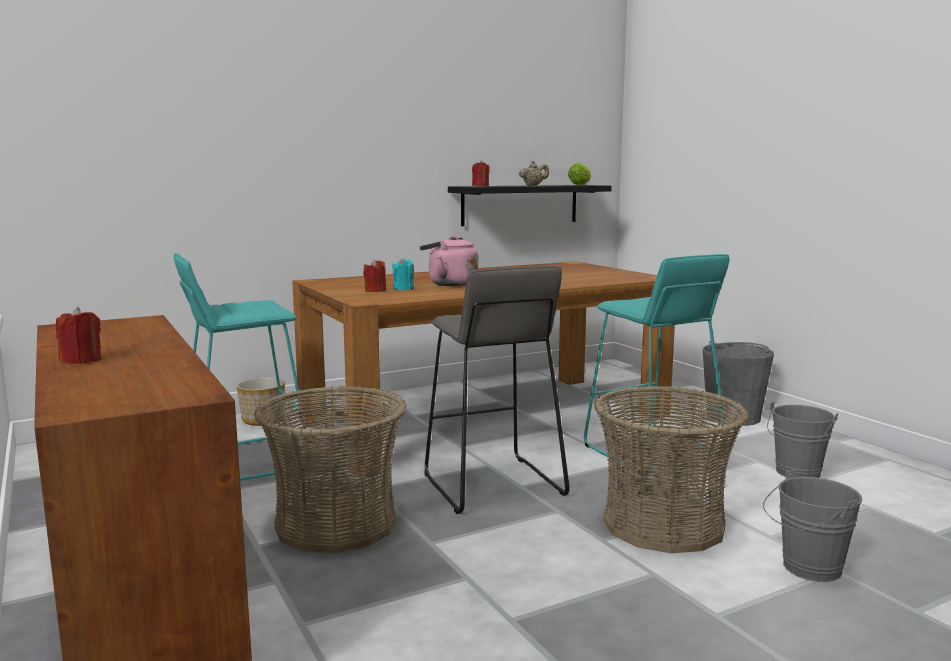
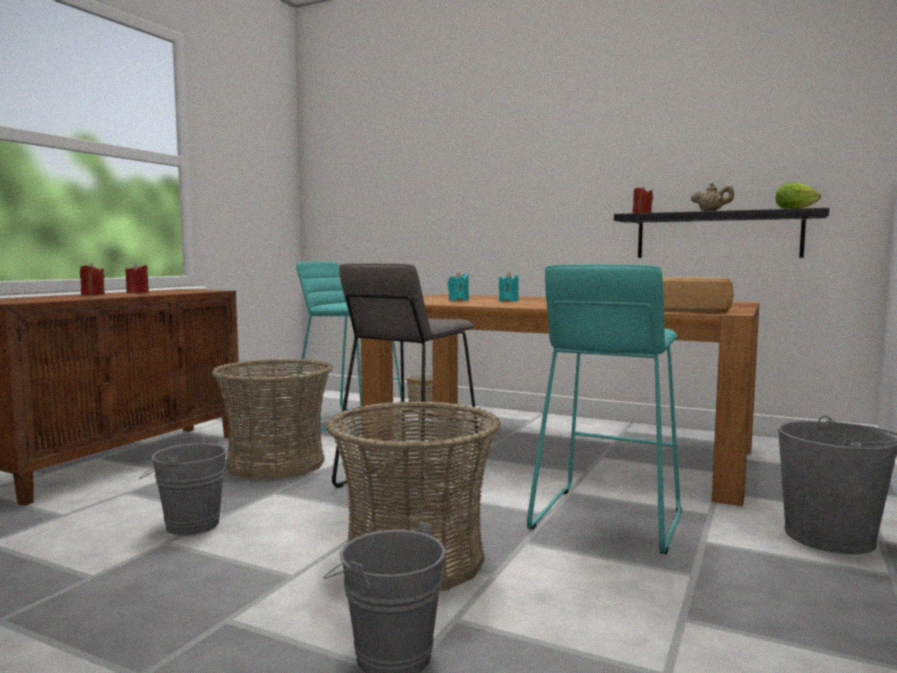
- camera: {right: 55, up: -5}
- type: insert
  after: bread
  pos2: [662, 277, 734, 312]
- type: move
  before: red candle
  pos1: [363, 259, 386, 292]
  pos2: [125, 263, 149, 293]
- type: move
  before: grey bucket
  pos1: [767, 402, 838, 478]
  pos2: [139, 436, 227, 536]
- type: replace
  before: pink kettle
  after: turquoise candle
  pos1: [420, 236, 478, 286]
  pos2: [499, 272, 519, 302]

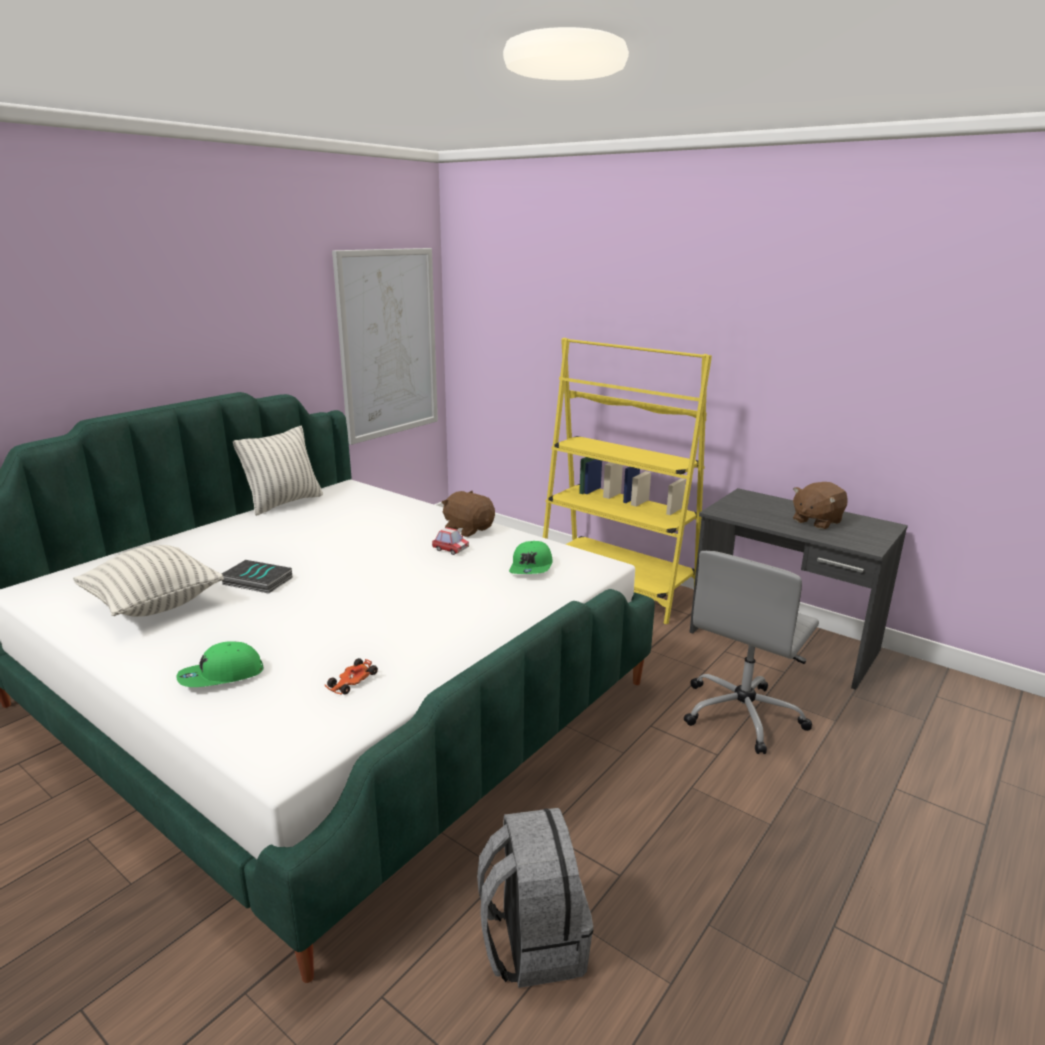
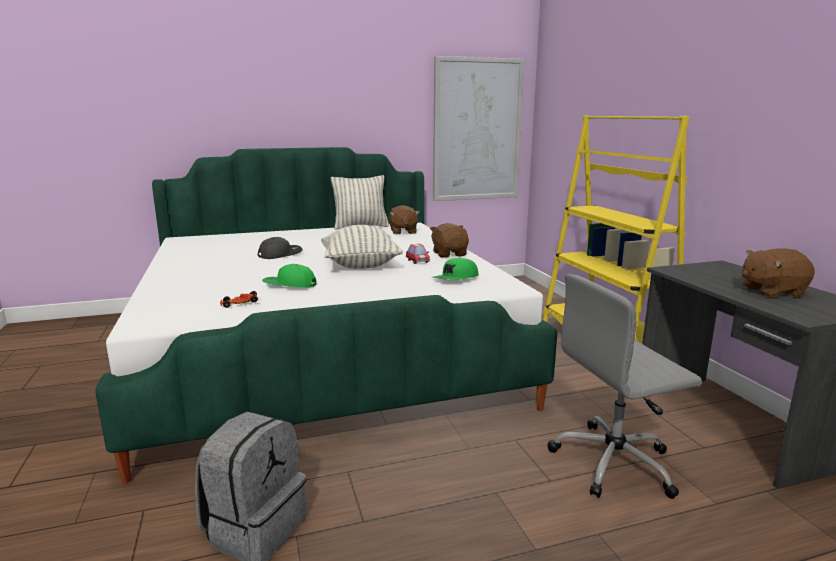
- camera: {right: 35, up: -5}
- type: insert
  after: brown plush toy
  pos2: [389, 205, 420, 234]
- type: move
  before: pillow
  pos1: [73, 545, 224, 617]
  pos2: [321, 225, 403, 269]
- type: move
  before: green cap
  pos1: [176, 641, 264, 687]
  pos2: [262, 264, 317, 287]
- type: replace
  before: book
  after: grey cap
  pos1: [222, 560, 292, 594]
  pos2: [258, 237, 302, 259]

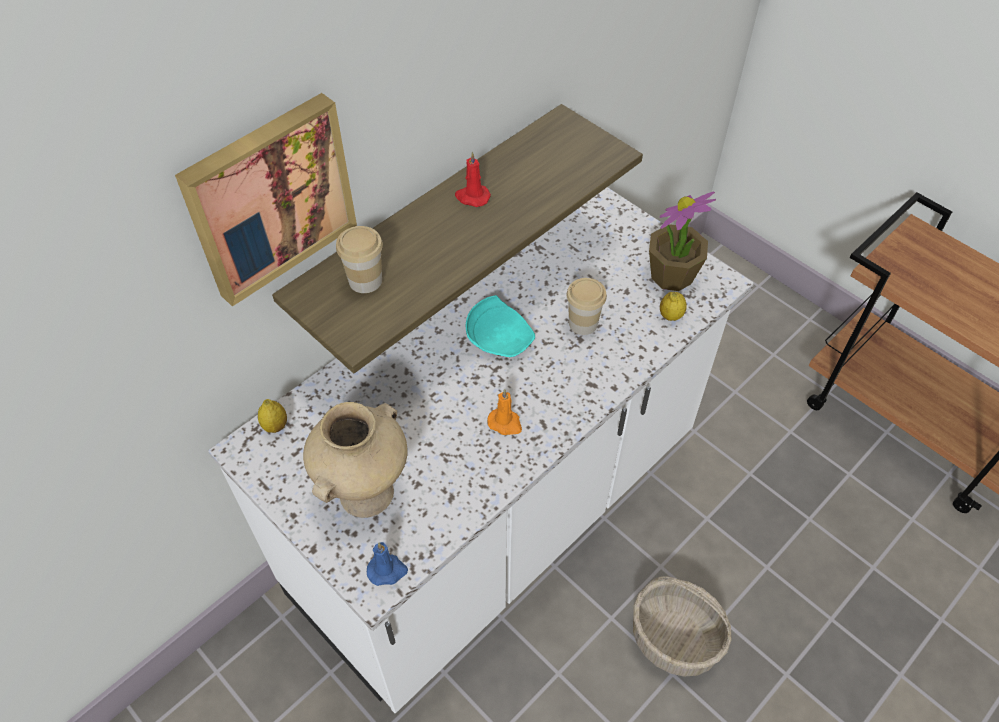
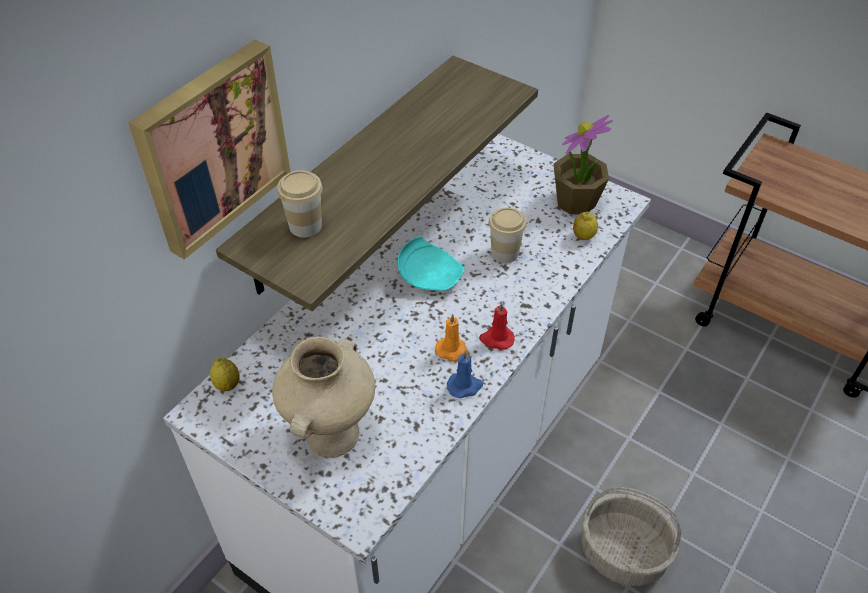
- camera: {right: -10, up: -5}
- type: move
  before: blue candle
  pos1: [367, 542, 408, 586]
  pos2: [447, 350, 483, 398]
- type: move
  before: red candle
  pos1: [455, 152, 491, 207]
  pos2: [479, 302, 515, 350]

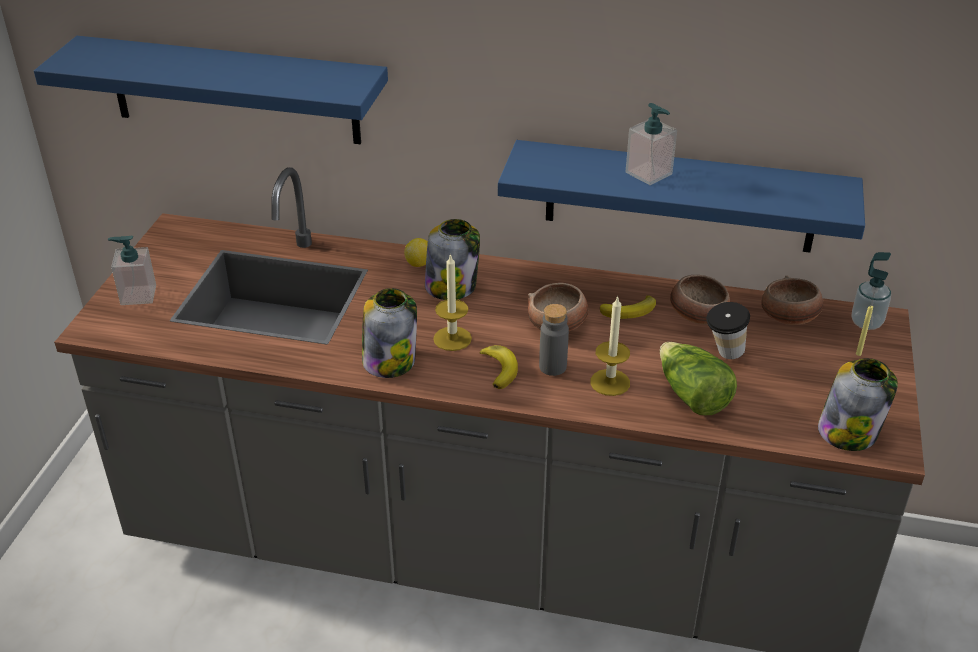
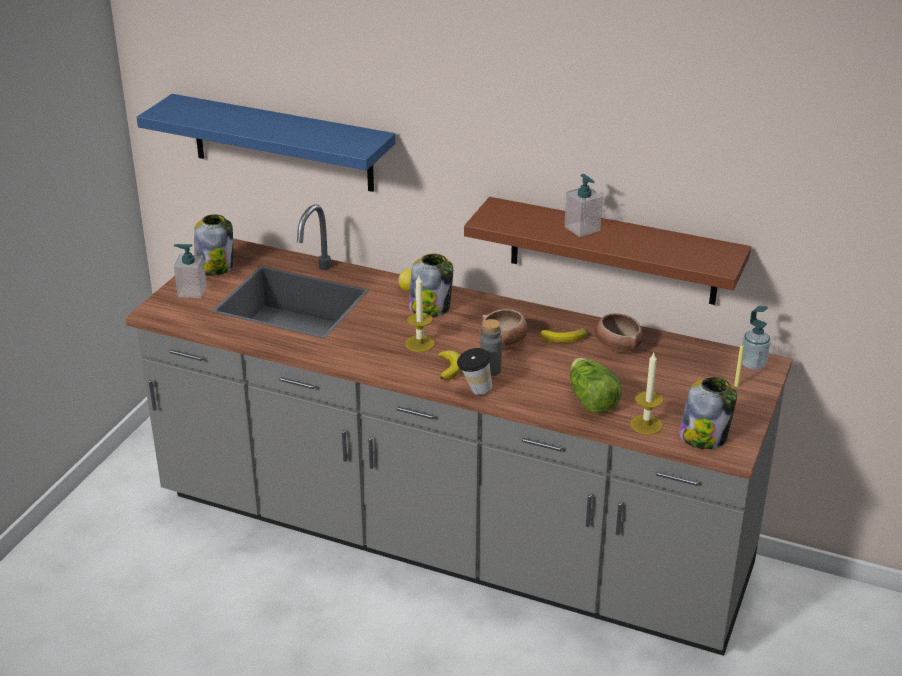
- camera: {right: 10, up: -5}
- type: delete
  before: bowl
  pos1: [761, 276, 823, 325]
- type: move
  before: jar
  pos1: [362, 288, 417, 378]
  pos2: [194, 214, 233, 276]
- type: move
  before: candle
  pos1: [590, 296, 630, 396]
  pos2: [630, 353, 663, 435]
- type: move
  before: cup
  pos1: [706, 302, 750, 359]
  pos2: [457, 348, 492, 395]
- type: recolor
  before: blue shelf
  after: brown shelf
  pos1: [498, 140, 865, 253]
  pos2: [464, 197, 751, 305]

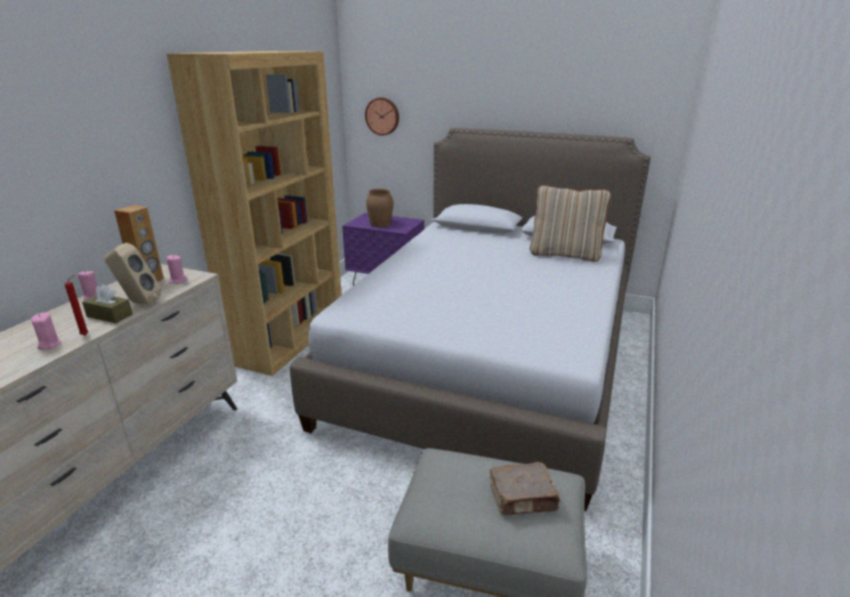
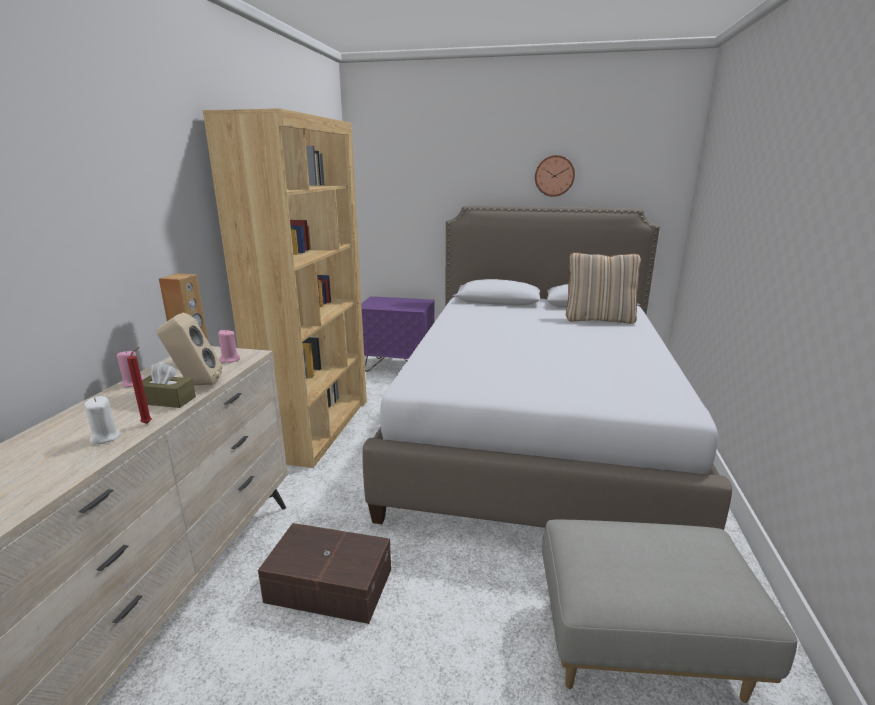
- camera: {right: -10, up: -5}
- type: delete
  before: brown vase
  pos1: [366, 189, 394, 227]
- type: delete
  before: brown book
  pos1: [489, 462, 561, 515]
- type: insert
  after: brown storage box
  pos2: [258, 523, 391, 624]
- type: move
  before: wall clock
  pos1: [365, 98, 399, 136]
  pos2: [535, 155, 575, 197]
- type: recolor
  before: pink candle
  after: white candle
  pos1: [31, 312, 61, 350]
  pos2: [84, 396, 120, 444]

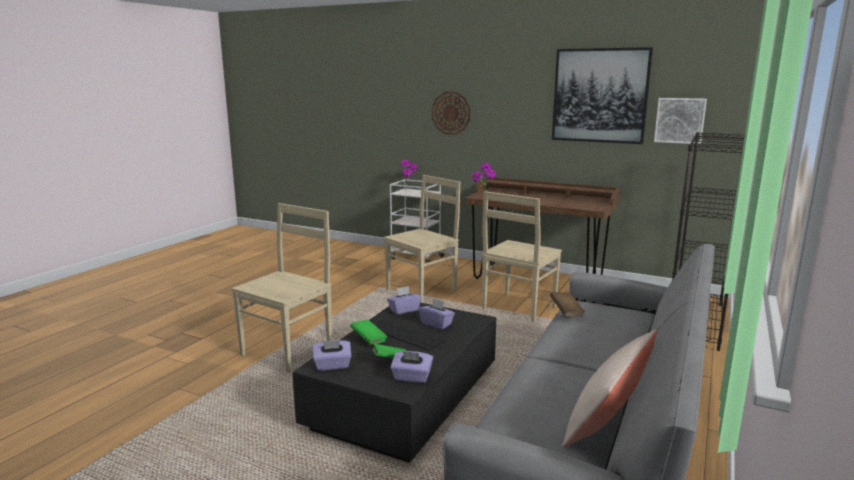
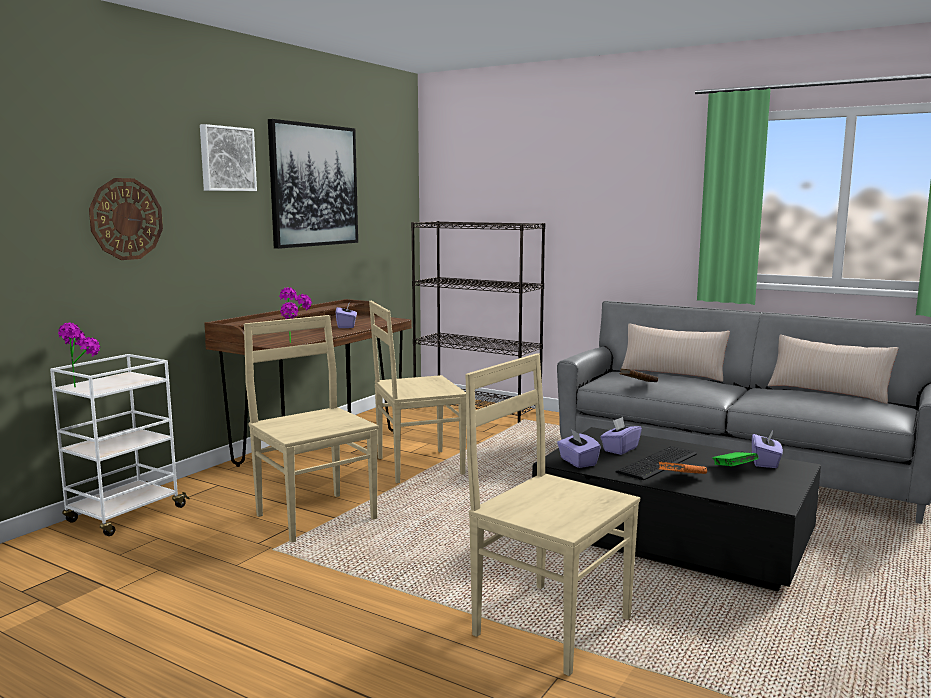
- camera: {right: -85, up: -5}
- type: insert
  after: beige pillow
  pos2: [620, 323, 730, 382]
- type: move
  before: purple tissue box
  pos1: [313, 340, 351, 371]
  pos2: [336, 302, 357, 328]
- type: move
  before: picture
  pos1: [654, 98, 707, 144]
  pos2: [200, 124, 257, 191]
- type: recolor
  before: green book
  after: orange book
  pos1: [350, 319, 388, 345]
  pos2: [658, 461, 707, 474]
- type: rotate
  before: beige chair
  pos1: [482, 191, 562, 323]
  pos2: [369, 301, 466, 483]
  turn: 120

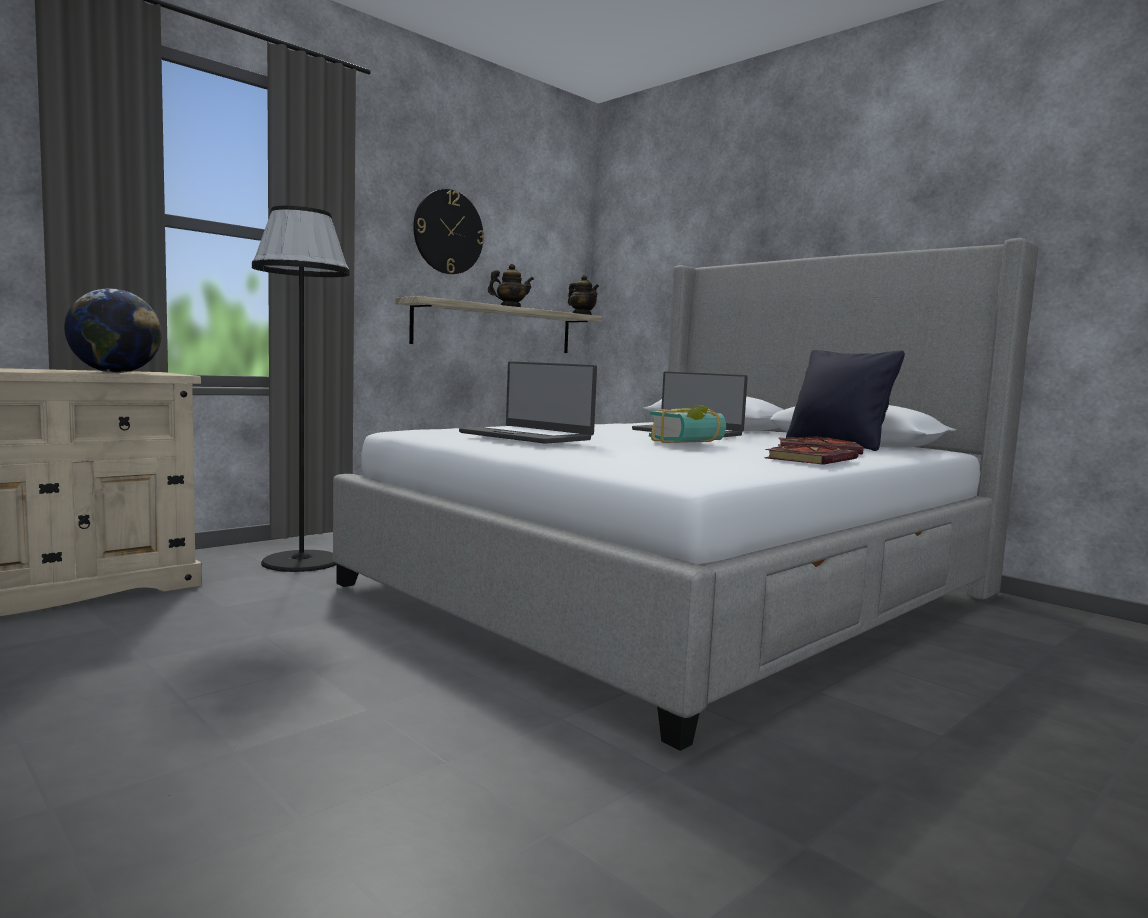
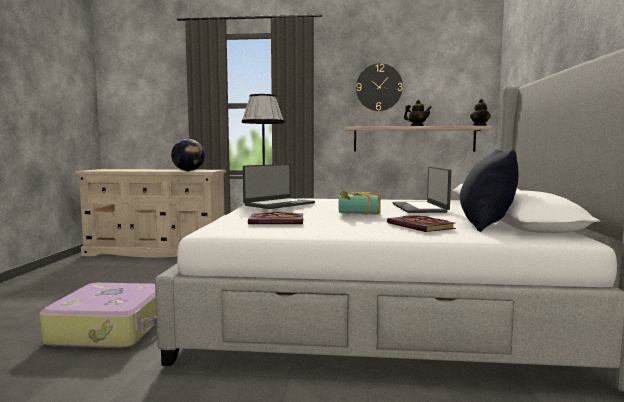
- camera: {right: 50, up: 0}
- type: insert
  after: suitcase
  pos2: [40, 283, 157, 348]
- type: move
  before: book
  pos1: [765, 444, 859, 465]
  pos2: [248, 212, 303, 224]
- type: rotate
  before: laptop
  pos1: [459, 361, 597, 444]
  pos2: [243, 164, 315, 209]
  turn: -135

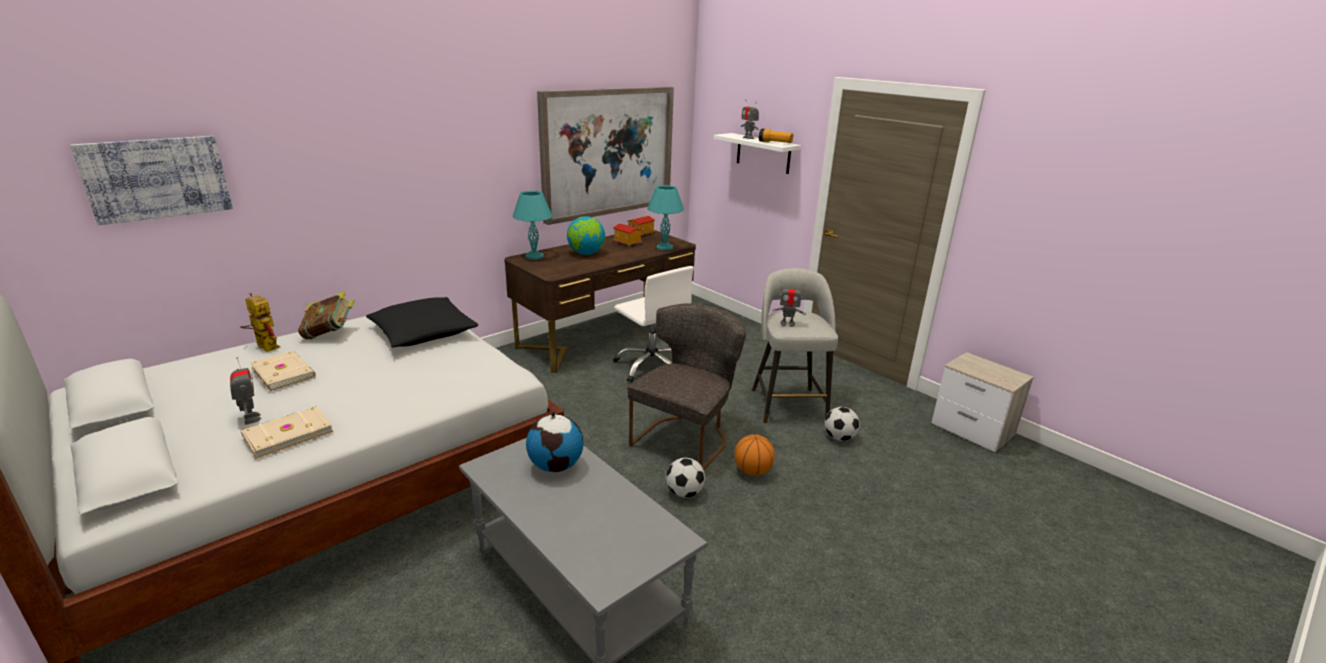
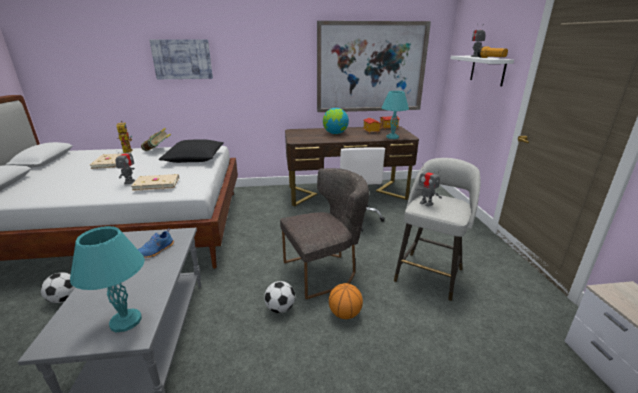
- camera: {right: 35, up: 0}
- type: move
  before: picture
  pos1: [70, 136, 233, 225]
  pos2: [149, 40, 213, 79]
- type: move
  before: toy robot
  pos1: [230, 357, 261, 425]
  pos2: [116, 150, 136, 184]
- type: move
  before: beige book
  pos1: [241, 406, 334, 460]
  pos2: [131, 174, 179, 191]
- type: move
  before: turquoise table lamp
  pos1: [513, 191, 552, 260]
  pos2: [70, 226, 145, 333]
- type: move
  before: football
  pos1: [825, 407, 860, 441]
  pos2: [41, 272, 75, 303]
- type: replace
  before: globe
  after: blue shoe
  pos1: [526, 410, 584, 472]
  pos2: [138, 228, 174, 258]

